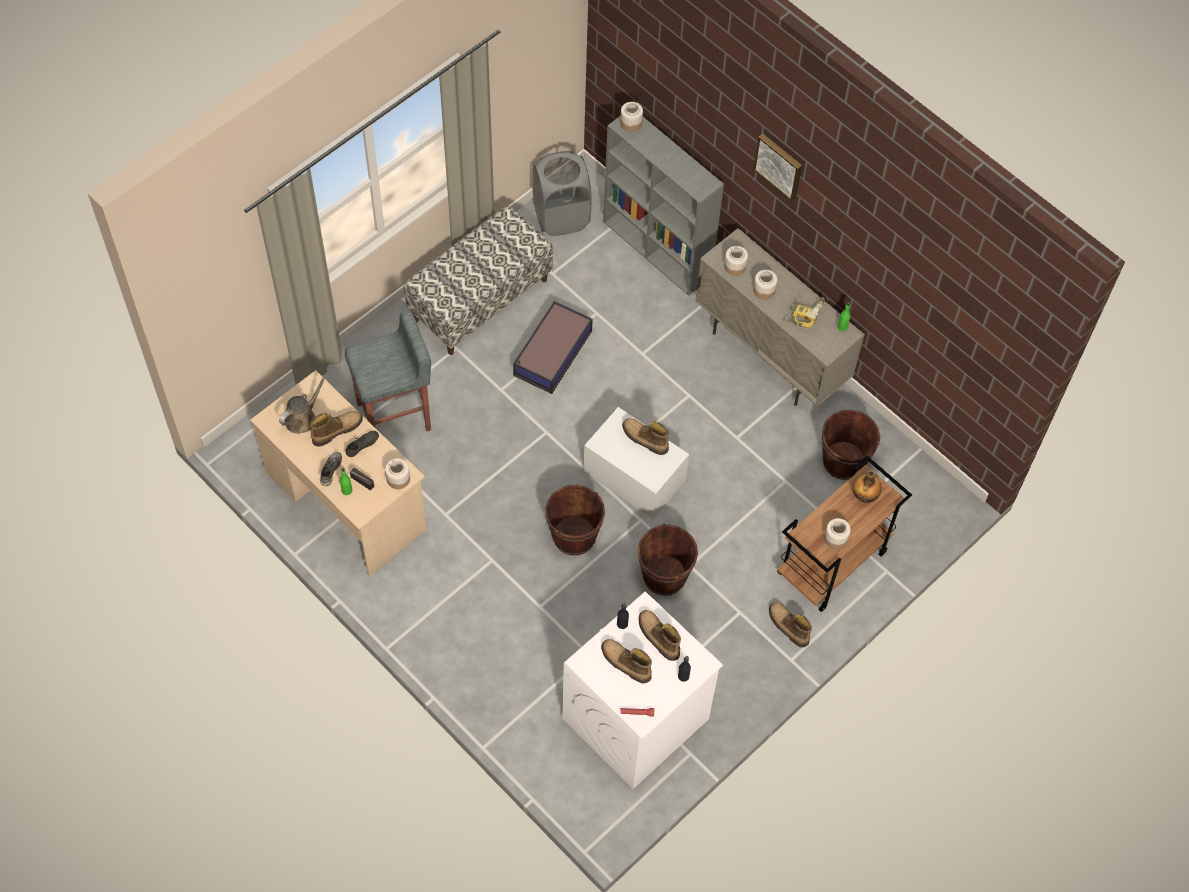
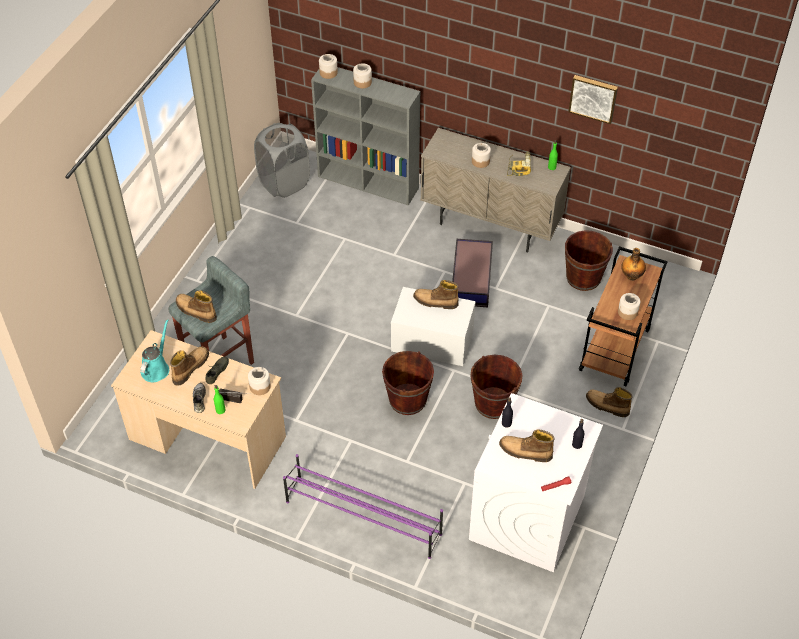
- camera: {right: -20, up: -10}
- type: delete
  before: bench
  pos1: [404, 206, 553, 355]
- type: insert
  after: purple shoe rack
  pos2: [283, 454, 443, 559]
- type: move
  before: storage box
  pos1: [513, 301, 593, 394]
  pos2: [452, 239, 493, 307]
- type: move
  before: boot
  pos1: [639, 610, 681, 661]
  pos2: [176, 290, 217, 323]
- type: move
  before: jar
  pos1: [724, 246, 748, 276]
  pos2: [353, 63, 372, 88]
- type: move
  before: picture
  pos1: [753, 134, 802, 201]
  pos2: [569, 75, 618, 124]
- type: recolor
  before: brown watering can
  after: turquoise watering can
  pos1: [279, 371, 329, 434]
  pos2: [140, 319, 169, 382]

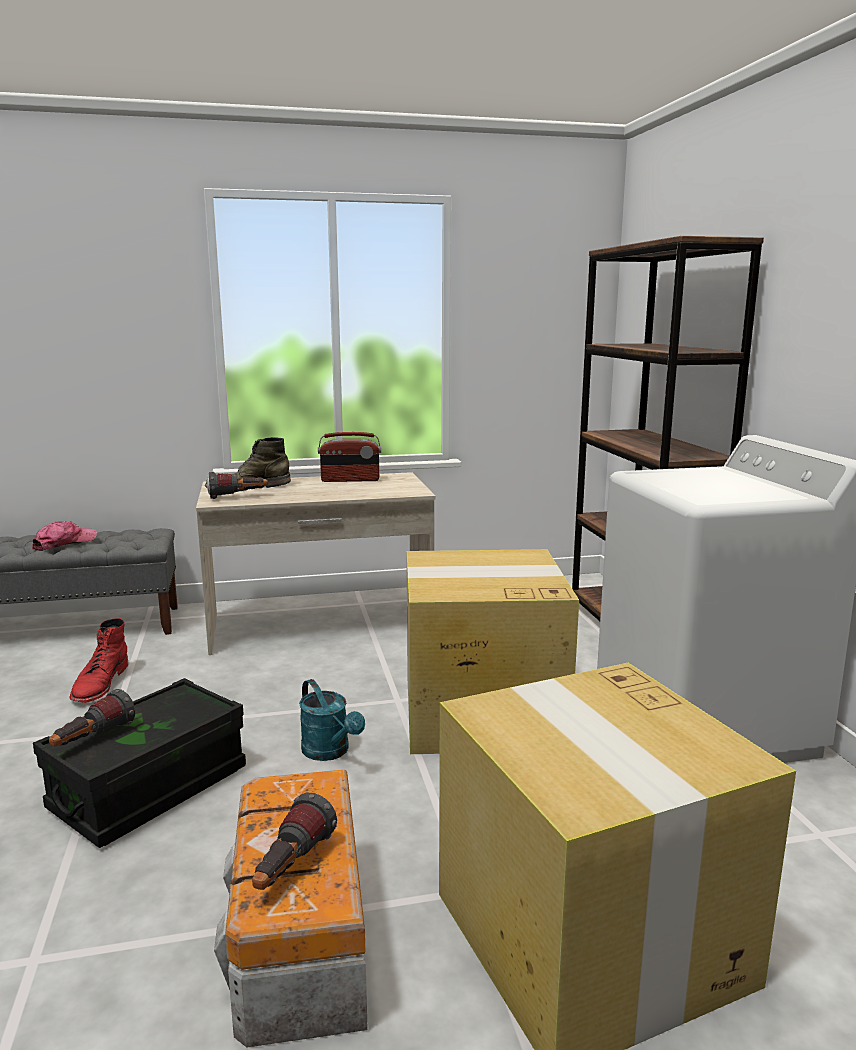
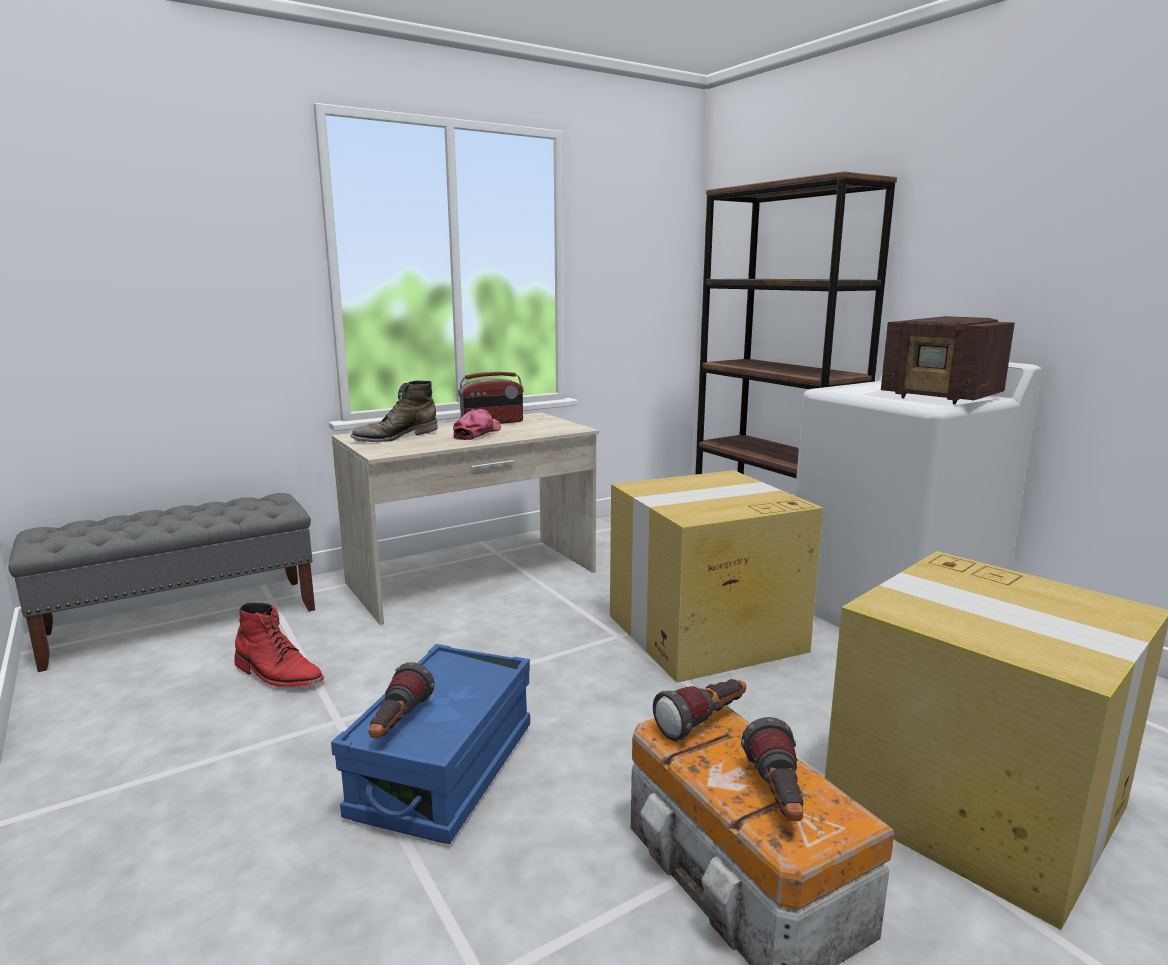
- camera: {right: -20, up: 0}
- type: delete
  before: turquoise watering can
  pos1: [299, 679, 365, 761]
- type: insert
  after: radio
  pos2: [881, 316, 1015, 405]
- type: move
  before: cap
  pos1: [32, 521, 97, 551]
  pos2: [453, 409, 501, 440]
- type: move
  before: flashlight
  pos1: [207, 472, 268, 499]
  pos2: [653, 679, 746, 741]
- type: recolor
  before: black storage box
  after: blue storage box
  pos1: [33, 678, 246, 848]
  pos2: [331, 644, 530, 844]
- type: rotate
  before: red boot
  pos1: [69, 618, 128, 703]
  pos2: [234, 602, 324, 688]
  turn: -45

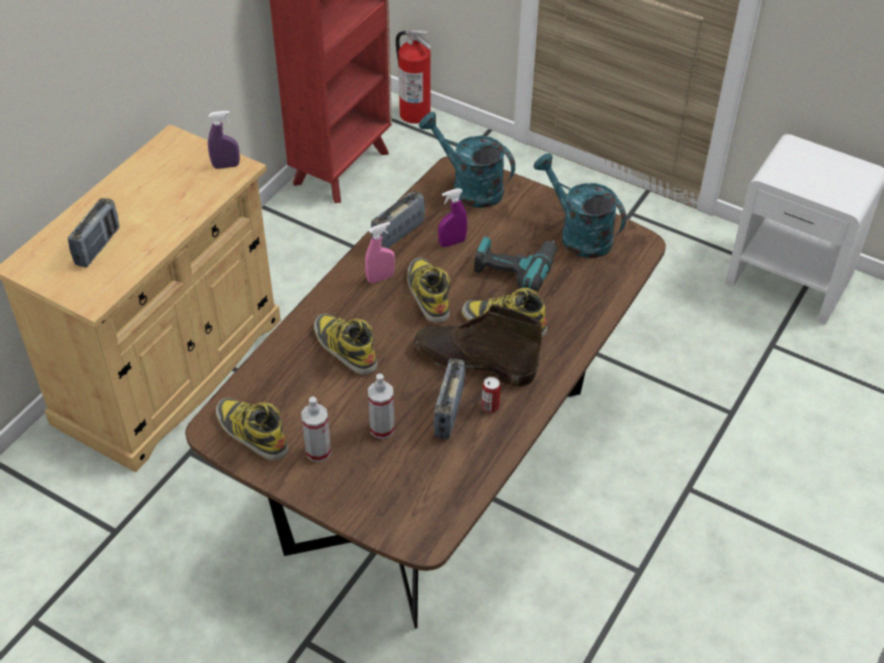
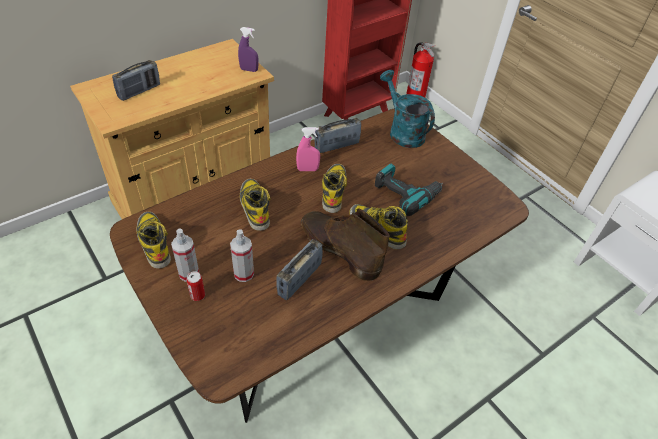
- camera: {right: 20, up: 0}
- type: delete
  before: purple spray bottle
  pos1: [438, 188, 467, 247]
- type: delete
  before: turquoise watering can
  pos1: [534, 153, 626, 258]
- type: move
  before: can
  pos1: [482, 377, 501, 413]
  pos2: [187, 271, 205, 301]

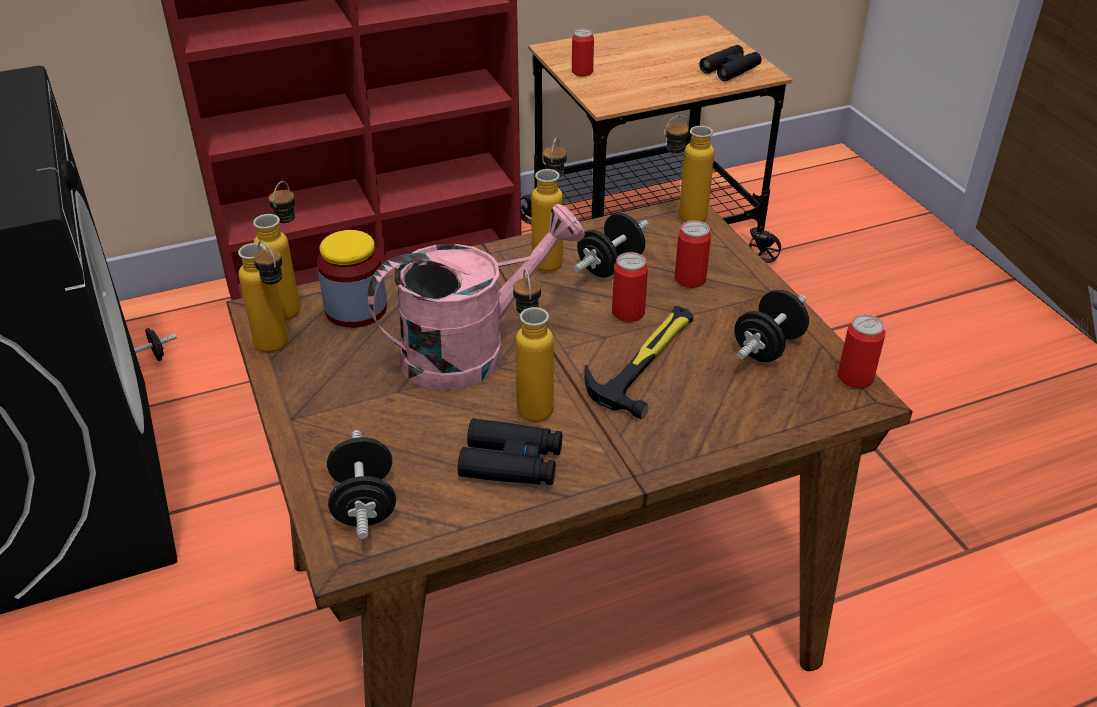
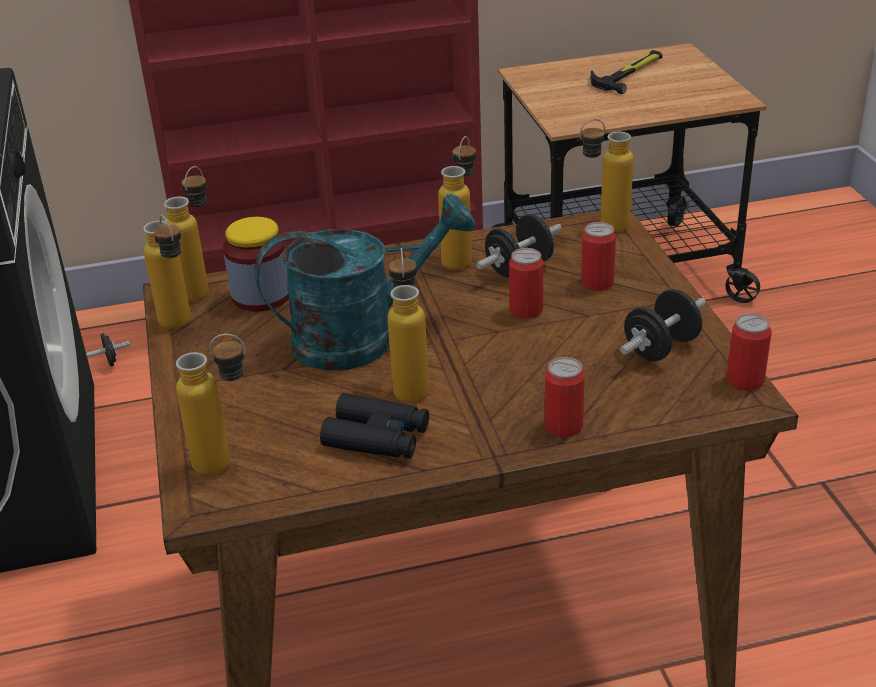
- camera: {right: 10, up: -5}
- type: delete
  before: black binoculars
  pos1: [699, 45, 761, 81]
- type: move
  before: can
  pos1: [572, 29, 594, 76]
  pos2: [545, 357, 585, 437]
- type: move
  before: hammer
  pos1: [584, 306, 694, 419]
  pos2: [591, 50, 663, 94]
- type: replace
  before: black dumbbell
  after: bottle
  pos1: [327, 430, 396, 539]
  pos2: [176, 334, 246, 476]
- type: recolor
  before: pink watering can
  after: turquoise watering can
  pos1: [368, 204, 585, 391]
  pos2: [255, 194, 476, 371]

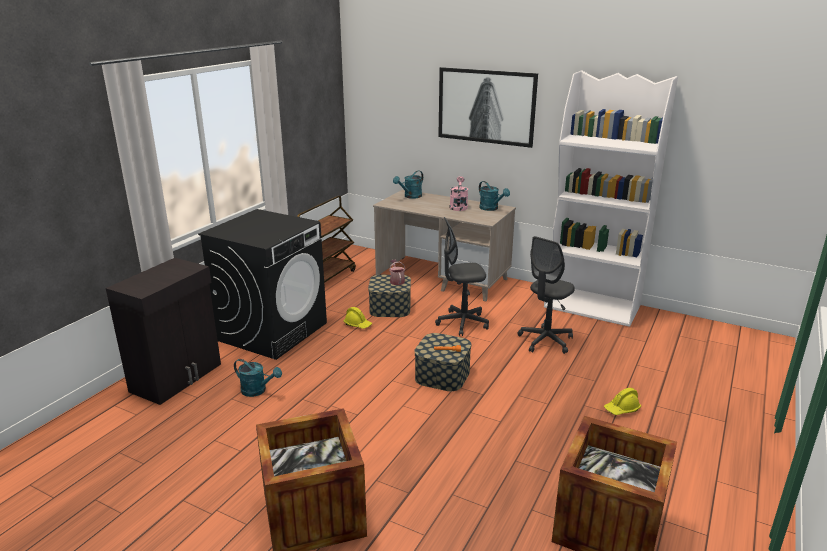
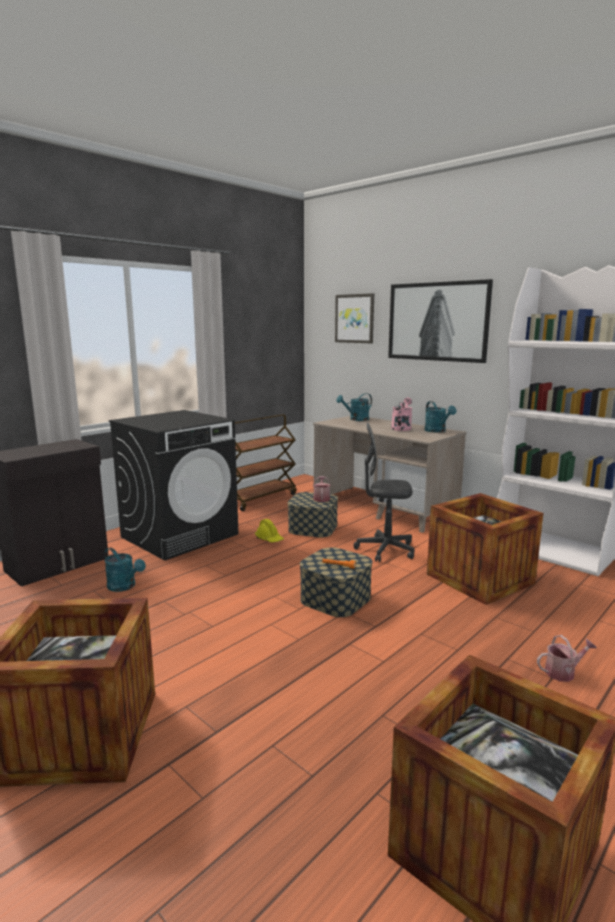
- camera: {right: 15, up: -10}
- type: insert
  after: picture
  pos2: [335, 293, 374, 343]
- type: replace
  before: grey office chair
  after: crate
  pos1: [518, 236, 575, 354]
  pos2: [427, 493, 543, 605]
- type: replace
  before: yellow hard hat
  after: watering can
  pos1: [604, 388, 641, 415]
  pos2: [537, 635, 597, 682]

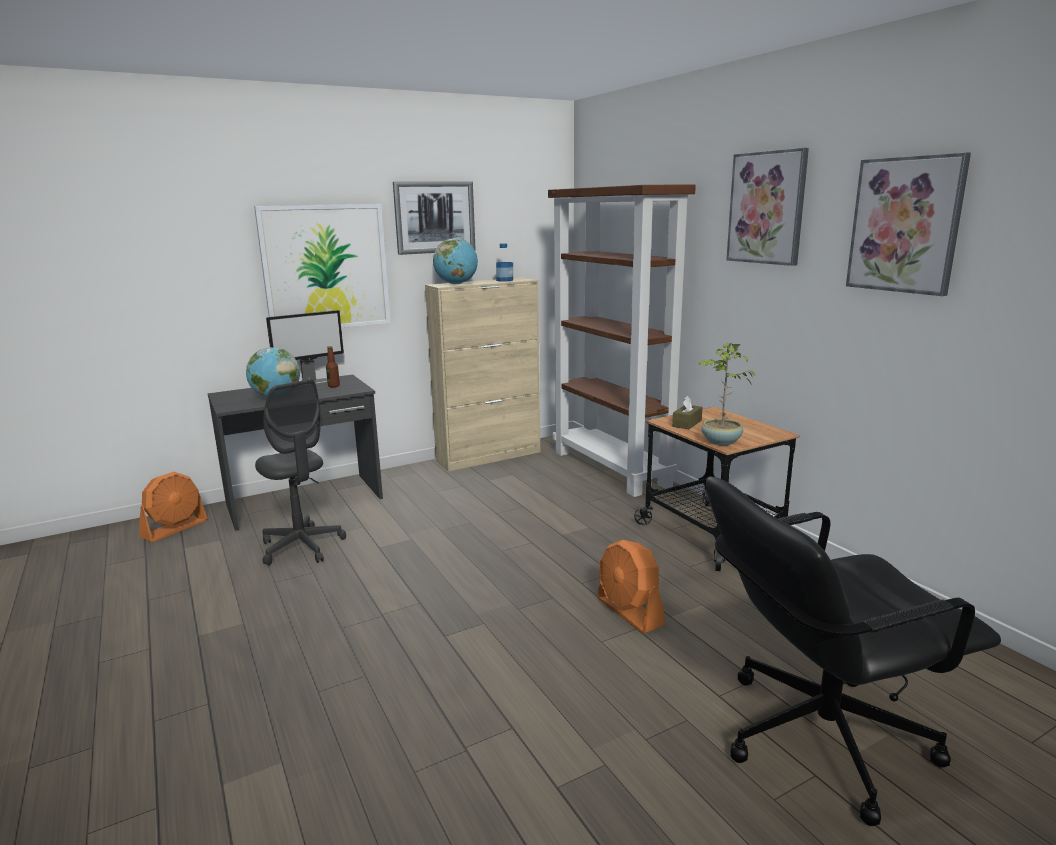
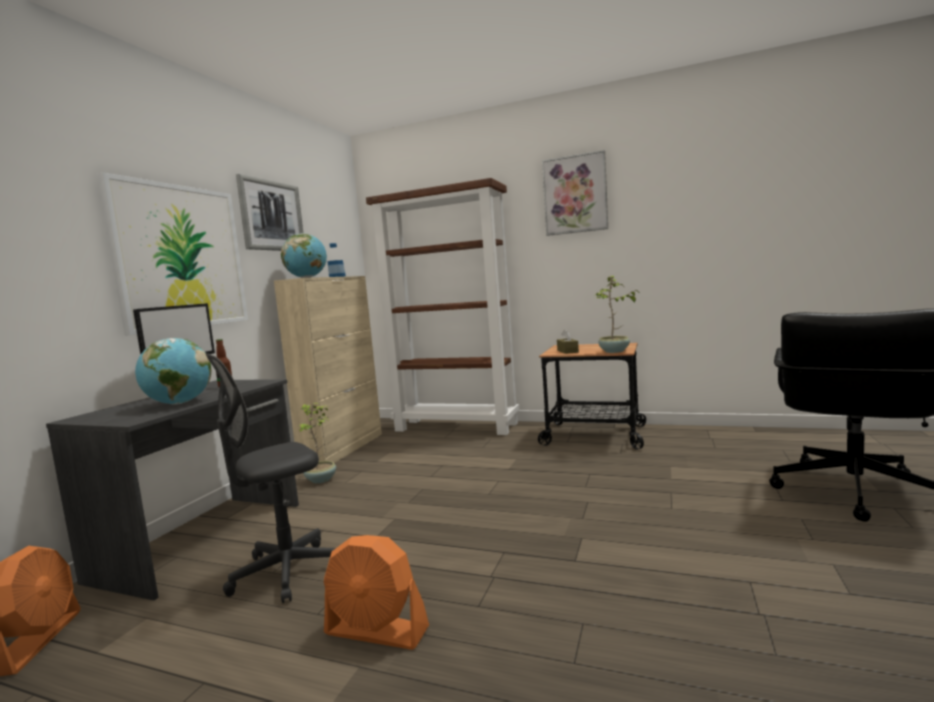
- camera: {right: -40, up: -10}
- type: delete
  before: picture
  pos1: [846, 152, 971, 296]
- type: insert
  after: potted plant
  pos2: [297, 403, 336, 483]
- type: move
  before: orange fan
  pos1: [597, 540, 665, 633]
  pos2: [324, 535, 429, 650]
- type: rotate
  before: grey office chair
  pos1: [255, 379, 346, 565]
  pos2: [206, 353, 336, 603]
  turn: 135

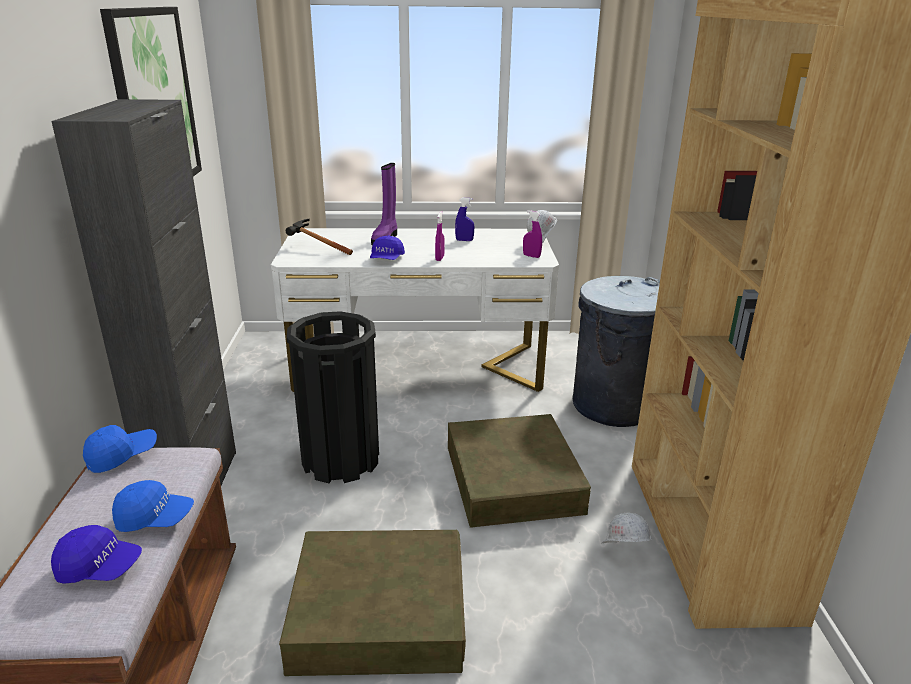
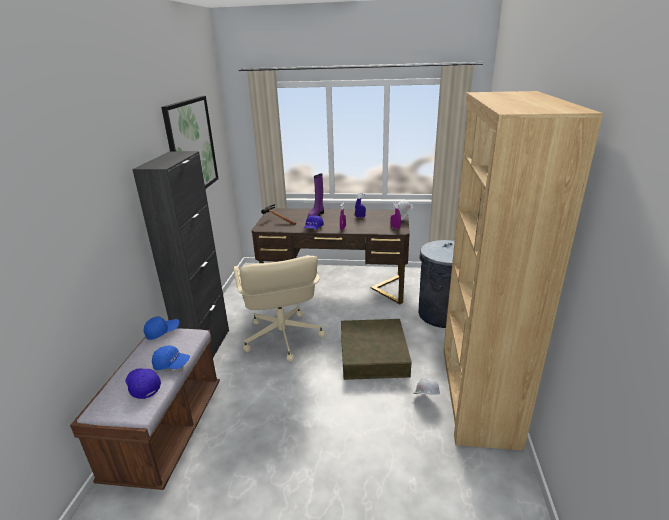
- camera: {right: 10, up: 0}
- type: delete
  before: brown storage box
  pos1: [279, 530, 466, 676]
- type: replace
  before: black trash can
  after: beige office chair
  pos1: [286, 311, 379, 483]
  pos2: [234, 255, 325, 362]
- type: recolor
  before: white desk
  after: brown desk
  pos1: [271, 228, 559, 392]
  pos2: [251, 208, 410, 304]
- type: rotate
  before: blue cap
  pos1: [51, 525, 142, 584]
  pos2: [125, 369, 161, 399]
  turn: -150

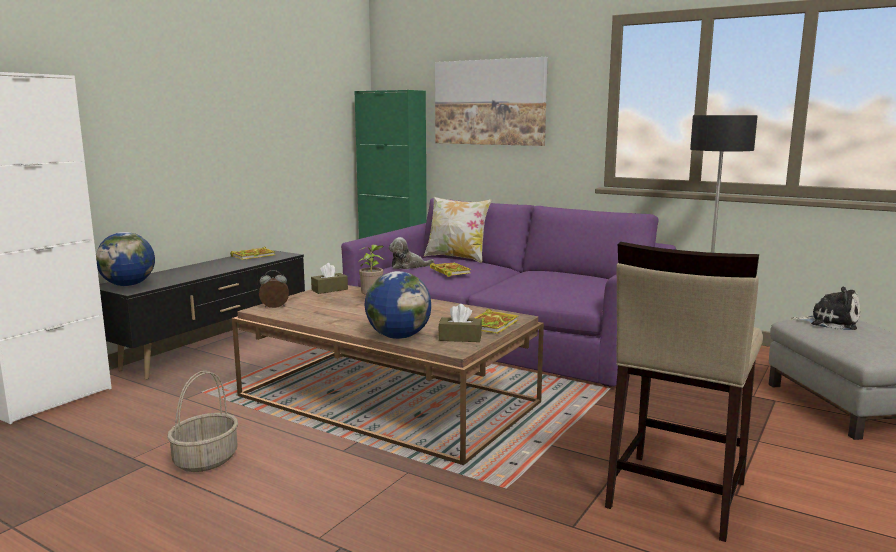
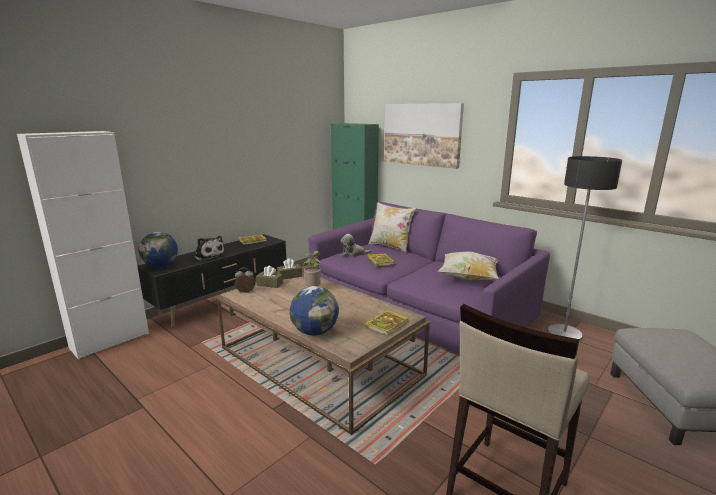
- camera: {right: 10, up: 5}
- type: delete
  before: basket
  pos1: [167, 371, 238, 472]
- type: insert
  after: pillow
  pos2: [438, 252, 499, 280]
- type: move
  before: brown tissue box
  pos1: [438, 304, 482, 342]
  pos2: [256, 266, 283, 288]
- type: move
  before: plush toy
  pos1: [791, 287, 860, 330]
  pos2: [193, 236, 225, 261]

